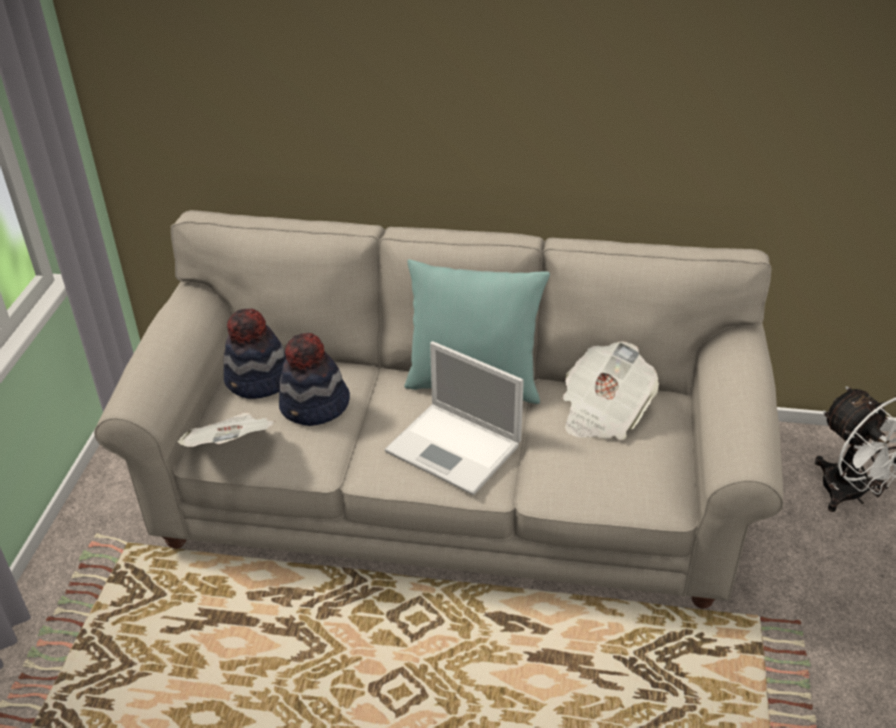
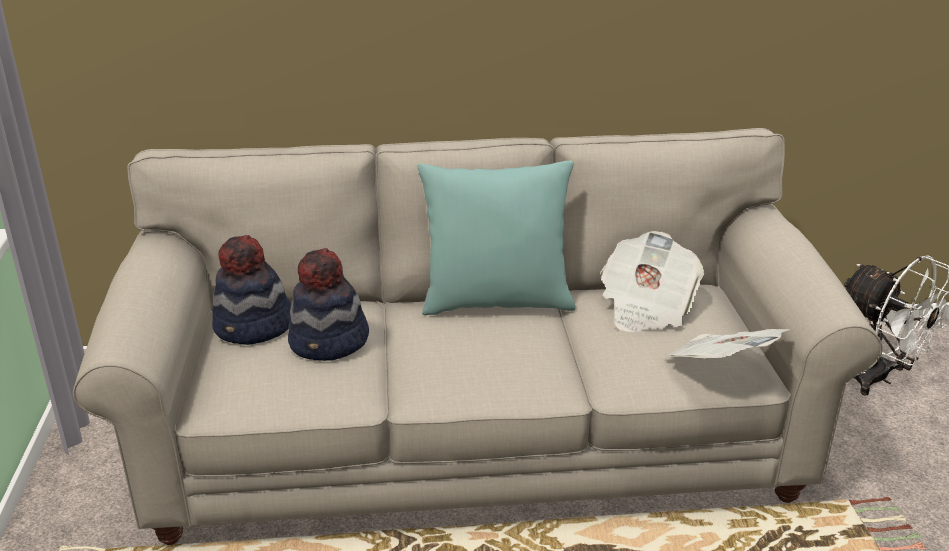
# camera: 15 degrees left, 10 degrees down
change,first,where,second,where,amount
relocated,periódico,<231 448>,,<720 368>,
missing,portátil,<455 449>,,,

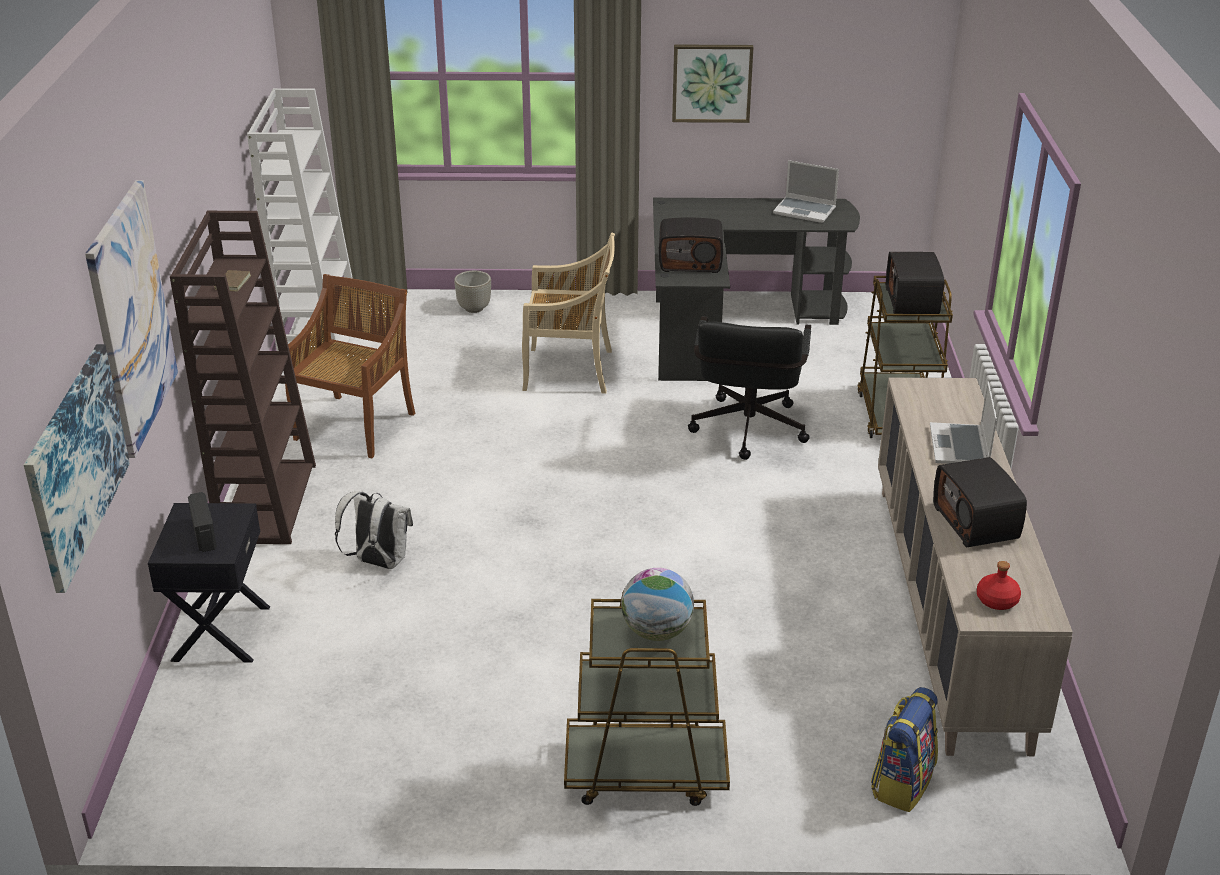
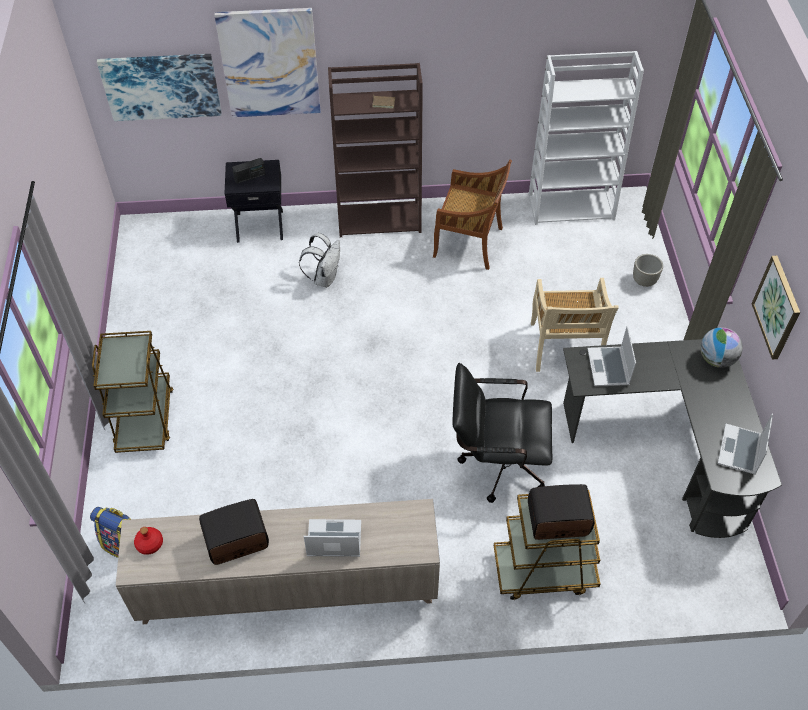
# camera: 85 degrees right, 20 degrees up
change,first,where,second,where,amount
exchanged,radio,<690 262>,portátil,<609 368>,
relocated,globo terráqueo,<657 632>,,<716 359>,

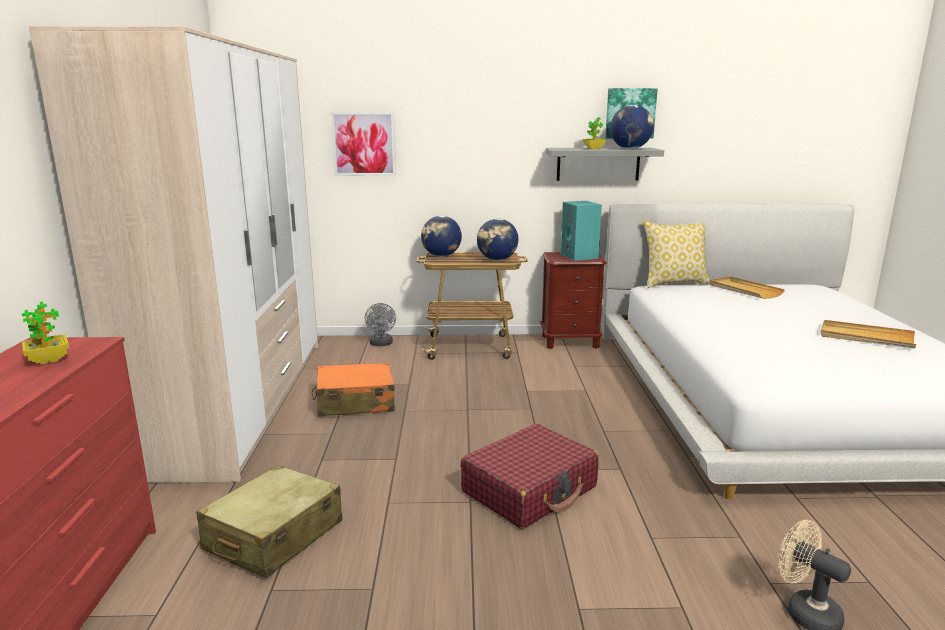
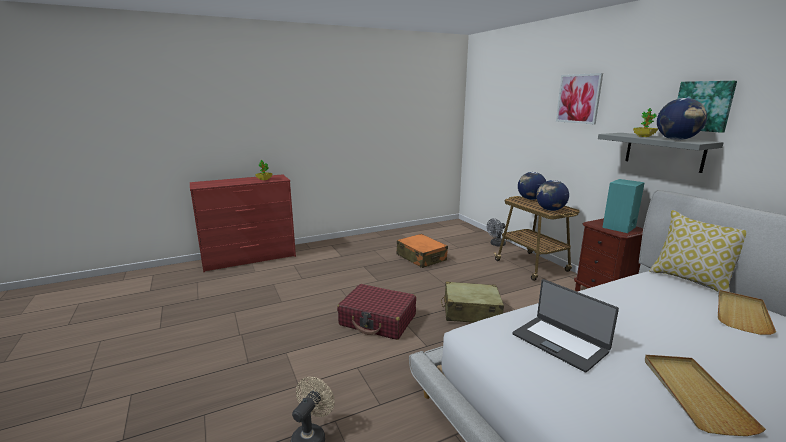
# camera: 65 degrees right, 0 degrees up
change,first,where,second,where,amount
relocated,maleta/beis,<273 536>,,<471 312>,
appeared,,,portátil,<560 342>,
relocated,cuadro,<364 144>,,<578 98>,
missing,armario ropero,<241 400>,,,

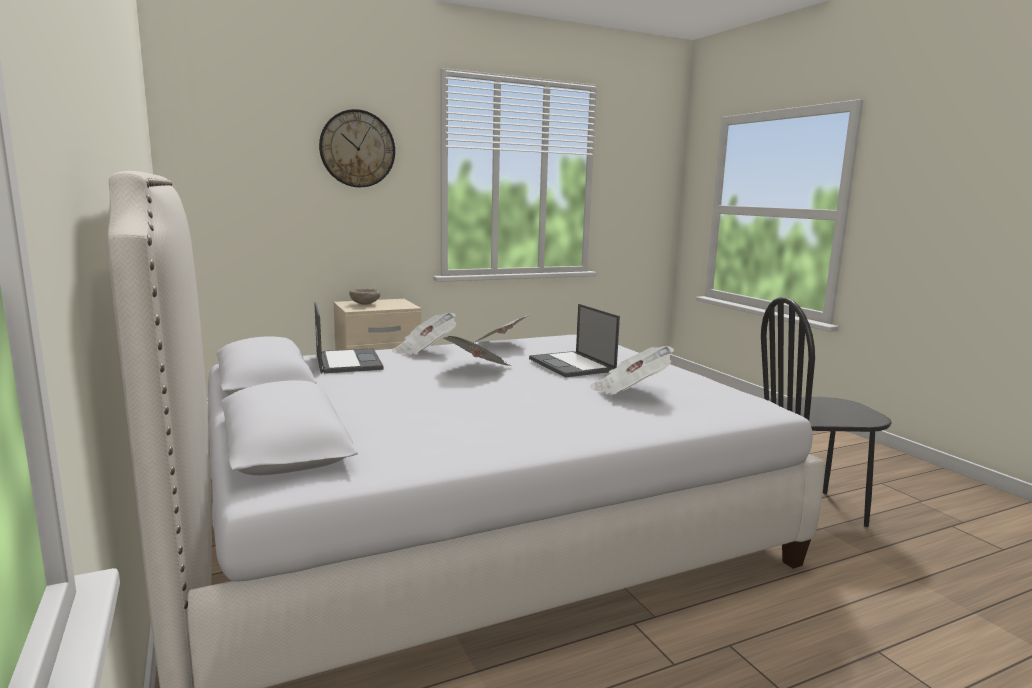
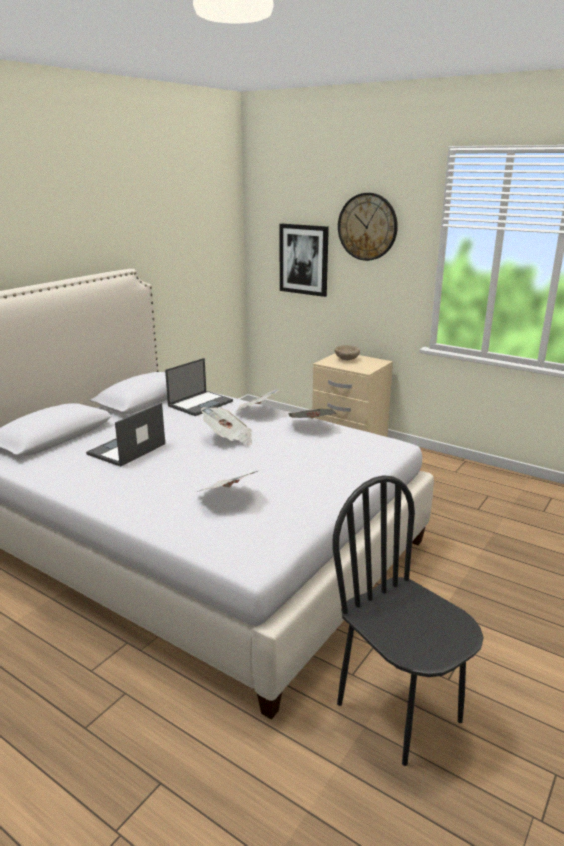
# camera: 60 degrees right, 10 degrees up
change,first,where,second,where,amount
relocated,portátil,<572 365>,,<126 449>,
appeared,,,cuadro,<304 259>,

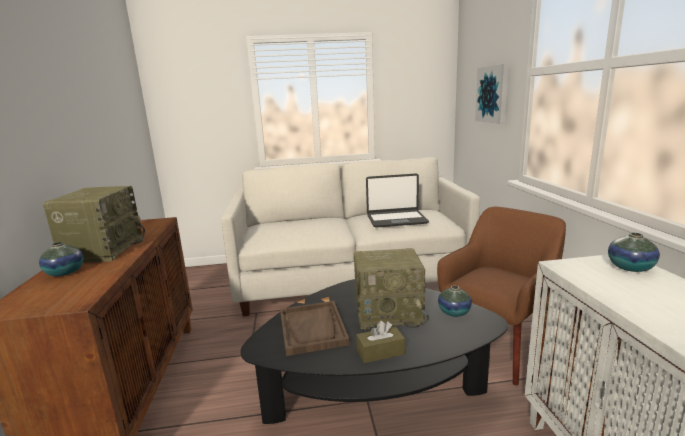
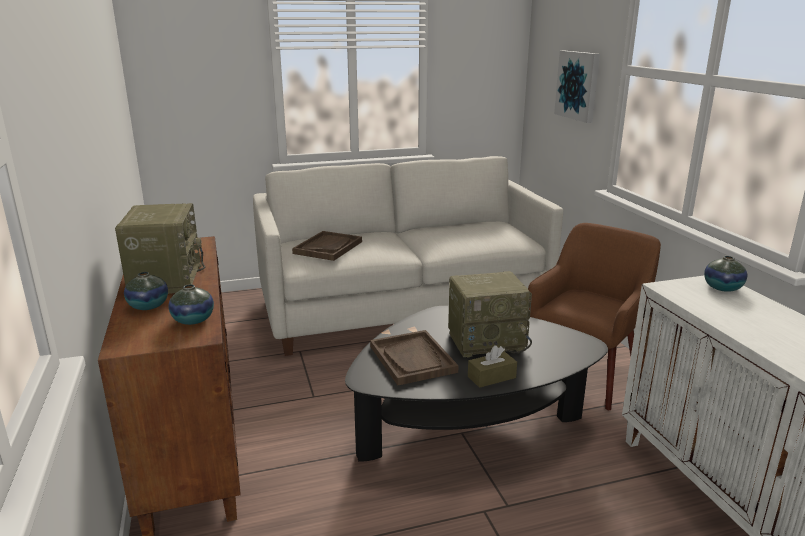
# camera: 10 degrees left, 5 degrees up
change,first,where,second,where,amount
relocated,florero,<454 312>,,<193 320>,
appeared,,,bandeja/marrón,<328 247>,
missing,portátil,<396 219>,,,

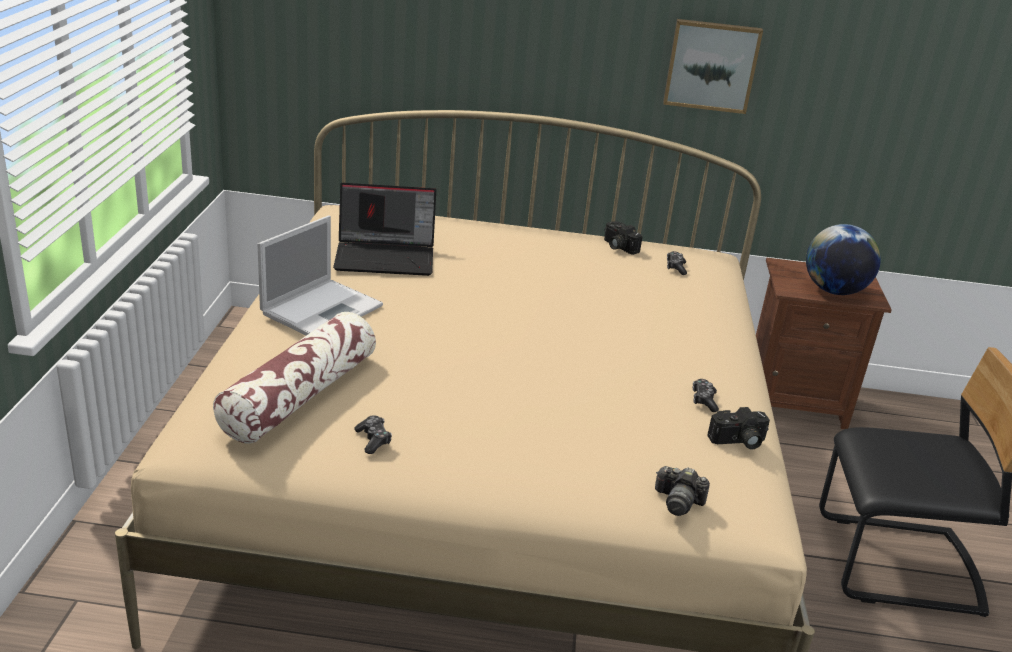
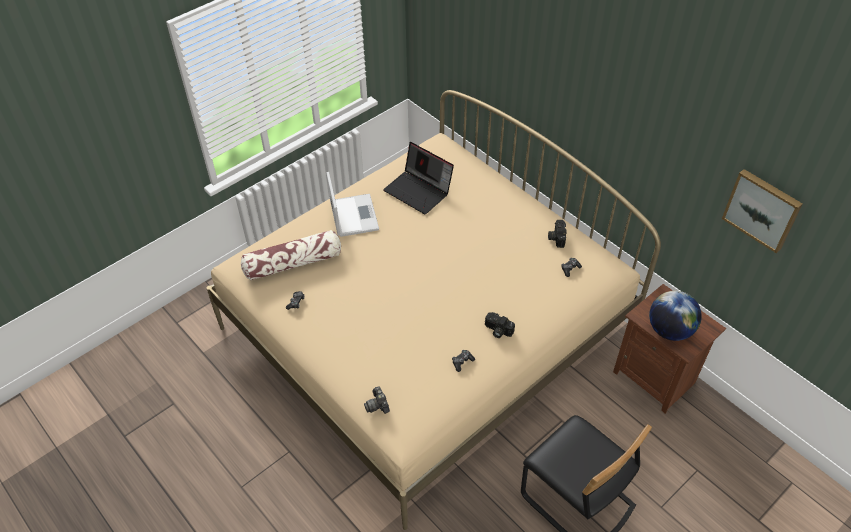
# camera: 45 degrees right, 20 degrees up
change,first,where,second,where,amount
spun,portátil,<323 308>,,<353 215>,90 degrees counterclockwise
relocated,cámara,<738 441>,,<497 330>,
relocated,cuadro,<711 65>,,<762 209>,

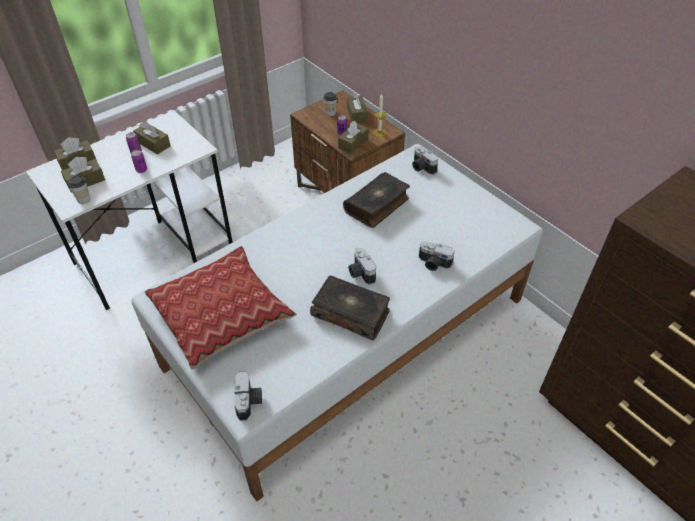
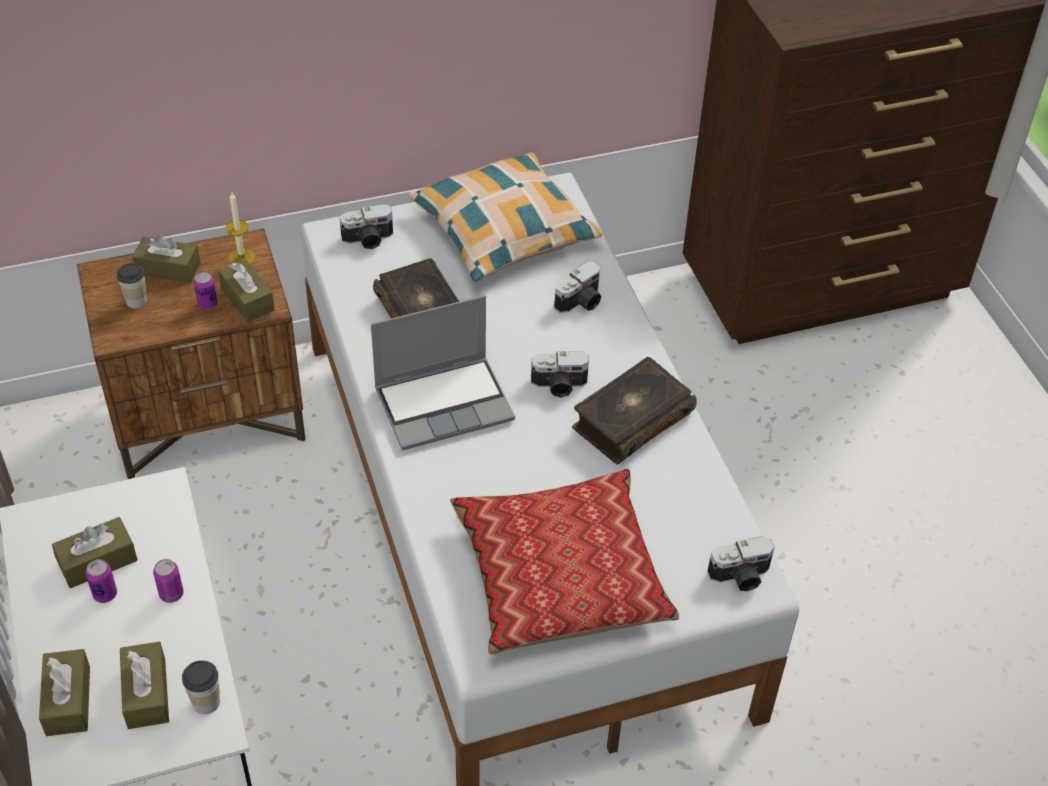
# camera: 70 degrees left, 0 degrees up
change,first,where,second,where,amount
appeared,,,portátil,<445 403>,
appeared,,,cojín,<504 230>,
spun,cámara,<249 401>,,<741 577>,150 degrees clockwise

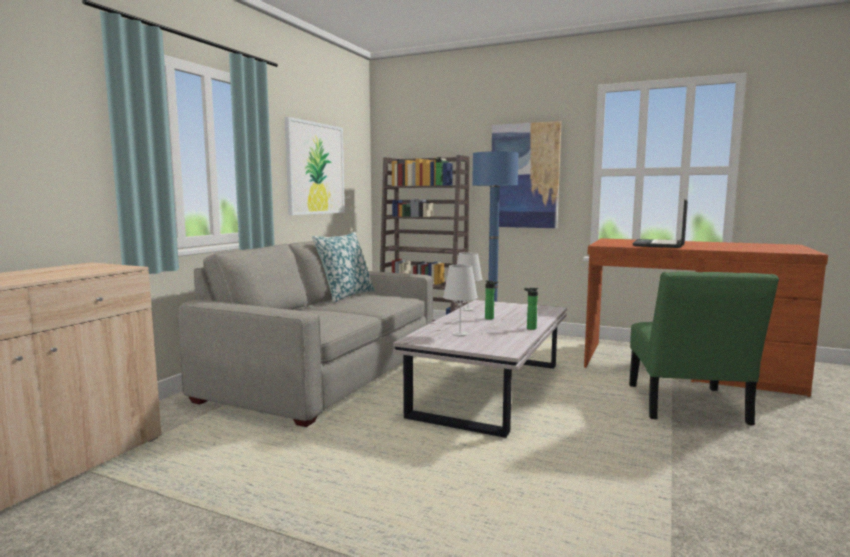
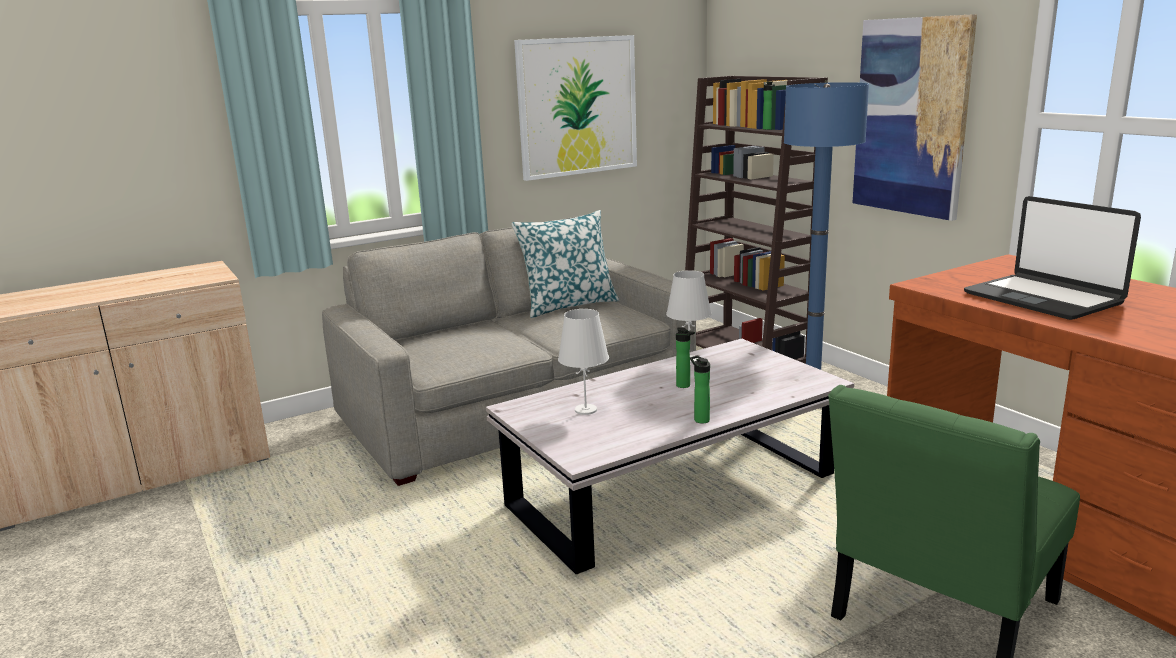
# camera: 35 degrees right, 10 degrees up
change,first,where,second,where,amount
spun,portátil,<660 245>,,<1043 298>,90 degrees counterclockwise

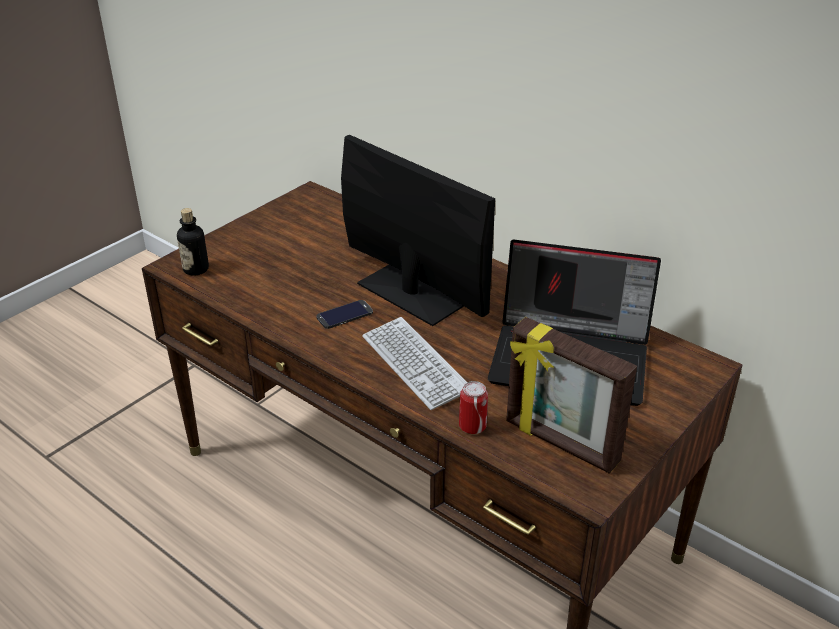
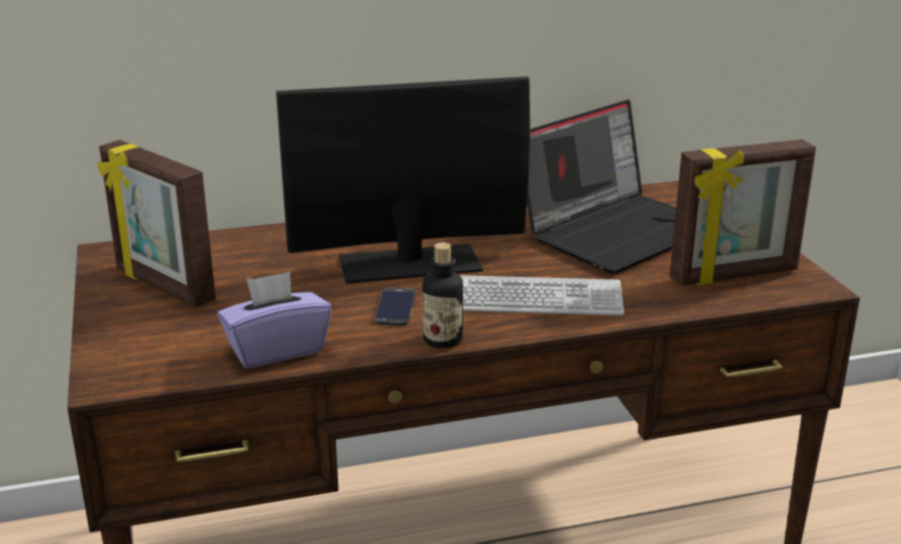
# camera: 55 degrees left, 10 degrees down
change,first,where,second,where,amount
appeared,,,portarretratos,<163 286>,
appeared,,,caja de pañuelos/morado,<276 349>,
relocated,botella,<196 269>,,<442 339>,
missing,lata,<472 426>,,,

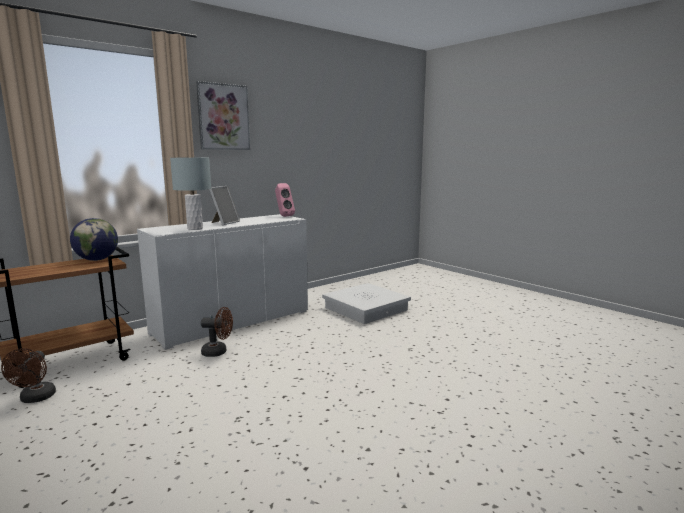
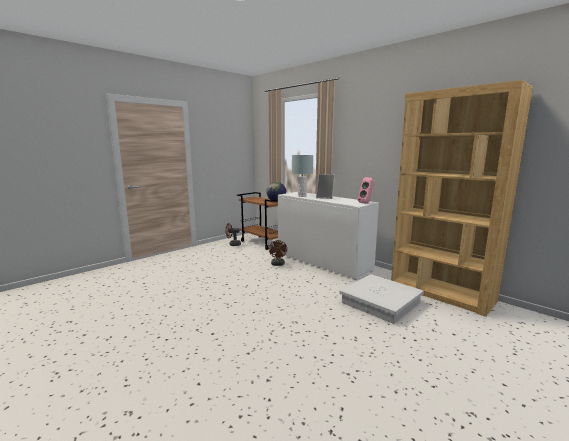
# camera: 85 degrees right, 0 degrees up
change,first,where,second,where,amount
appeared,,,estantería/marrón,<441 293>,
missing,cuadro,<223 117>,,,

